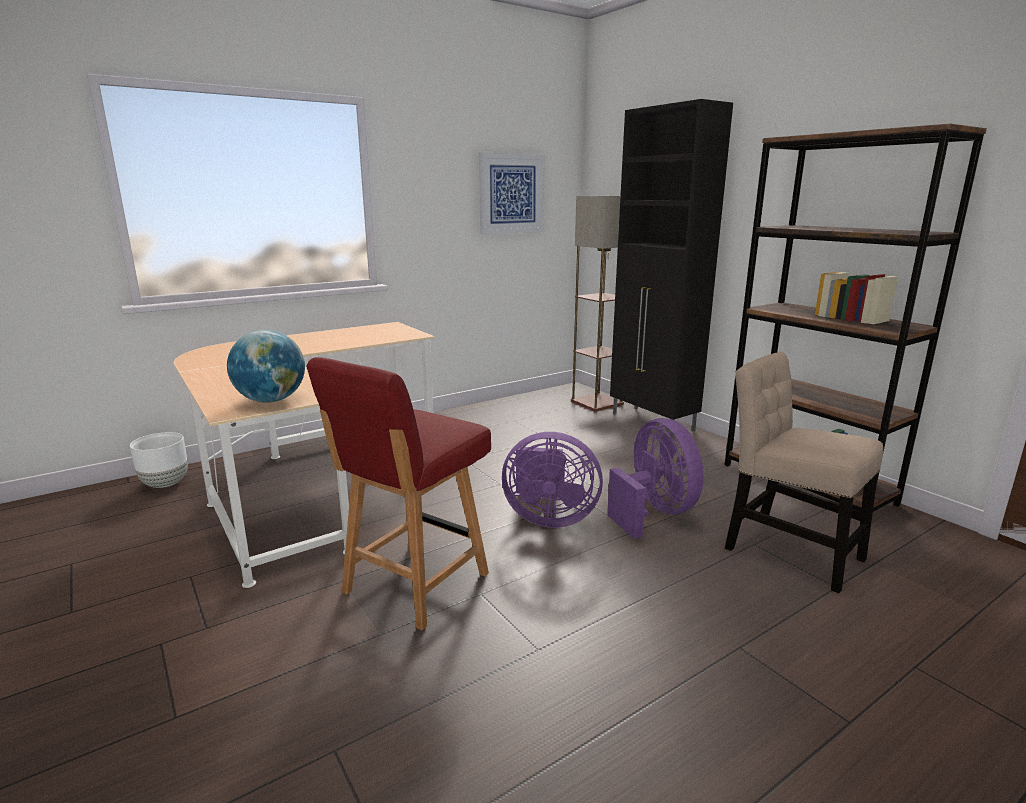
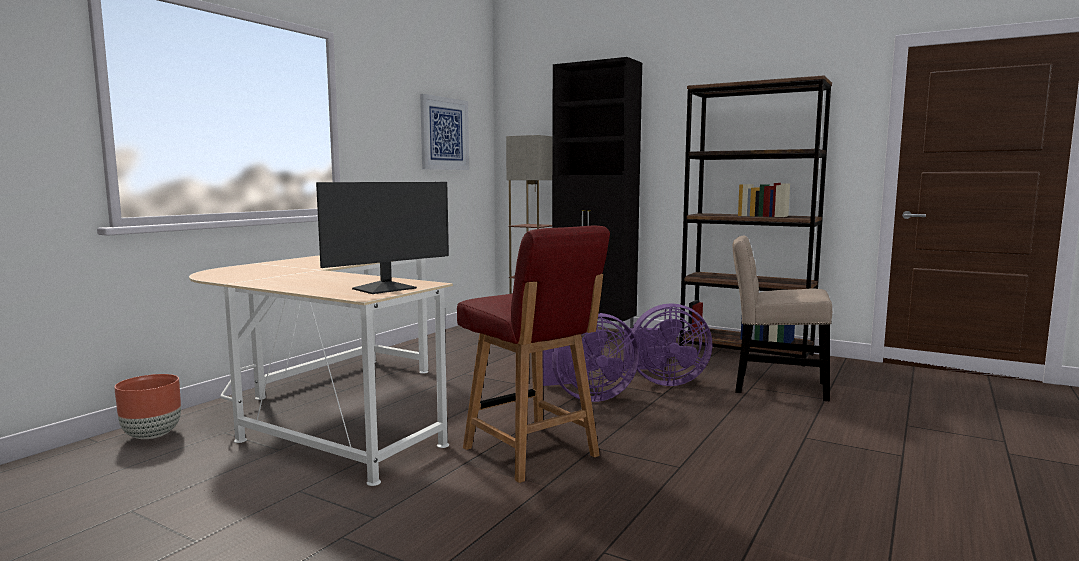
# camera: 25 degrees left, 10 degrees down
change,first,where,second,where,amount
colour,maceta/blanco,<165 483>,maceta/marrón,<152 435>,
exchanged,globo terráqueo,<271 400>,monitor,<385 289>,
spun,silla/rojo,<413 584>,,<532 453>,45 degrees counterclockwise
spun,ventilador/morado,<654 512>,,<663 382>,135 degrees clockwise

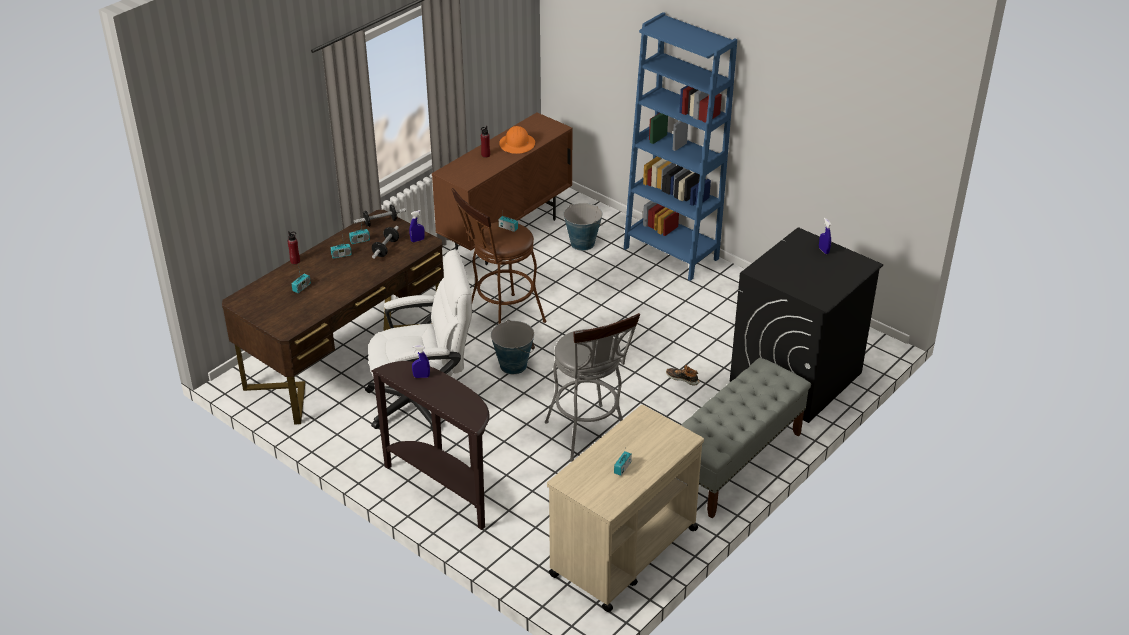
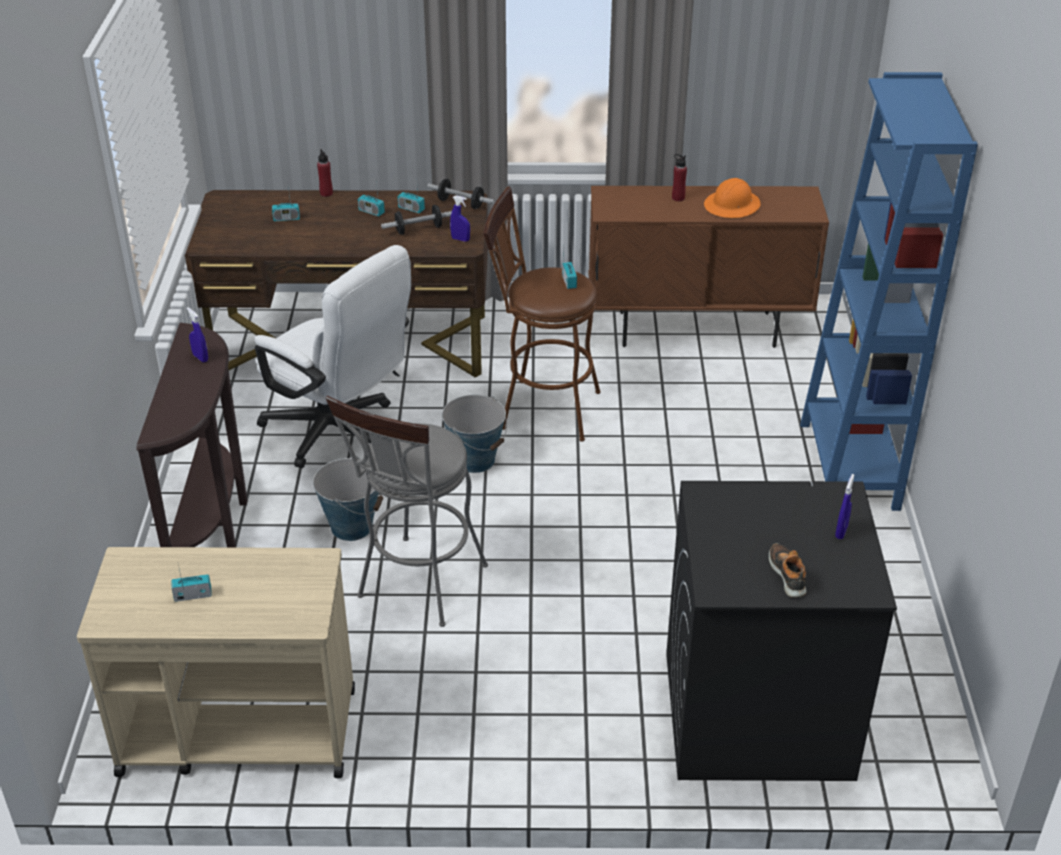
# camera: 50 degrees right, 0 degrees up
change,first,where,second,where,amount
relocated,cubo,<582 243>,,<352 526>,
relocated,zapato,<682 378>,,<788 575>,
missing,banco/gris,<734 462>,,,

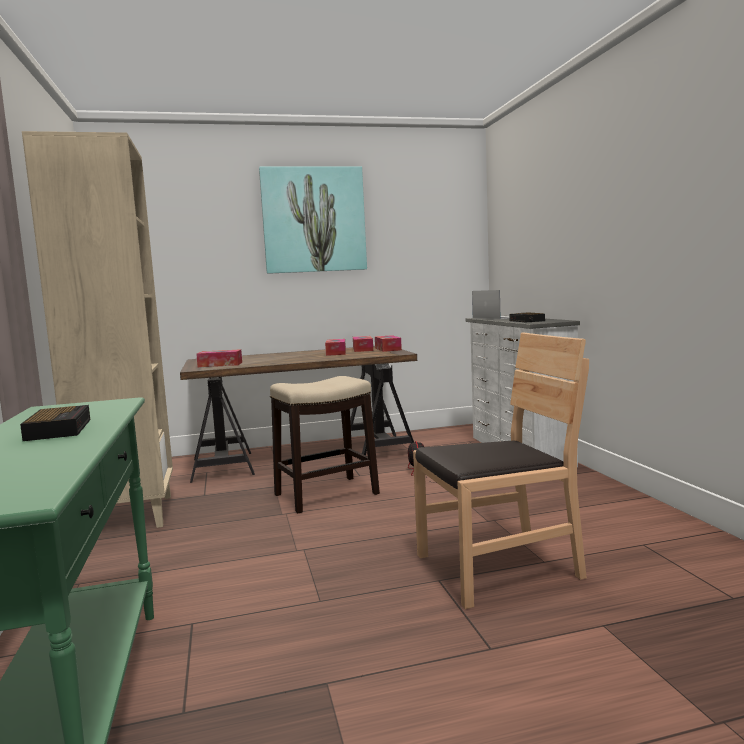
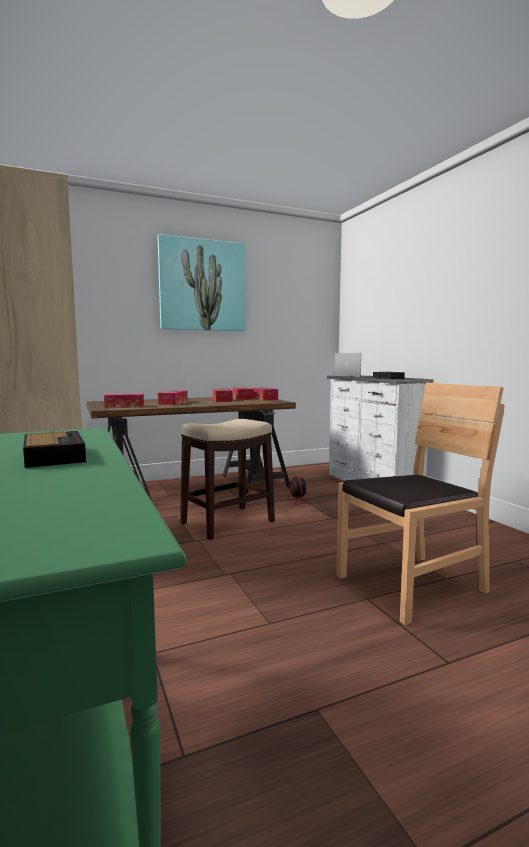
# camera: 10 degrees left, 0 degrees up
change,first,where,second,where,amount
appeared,,,caja de pañuelos,<173 403>,

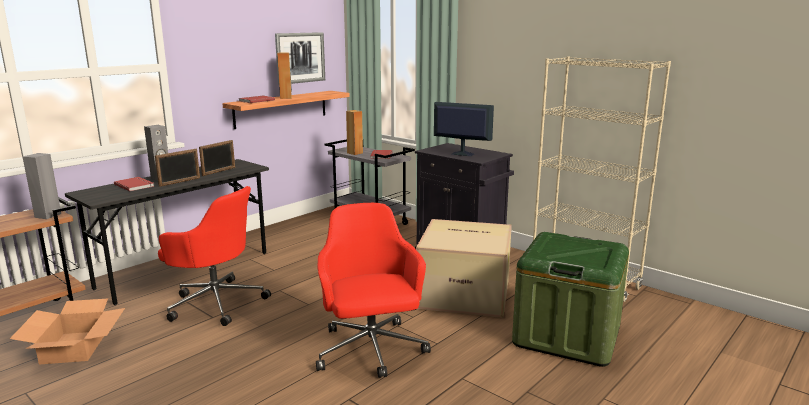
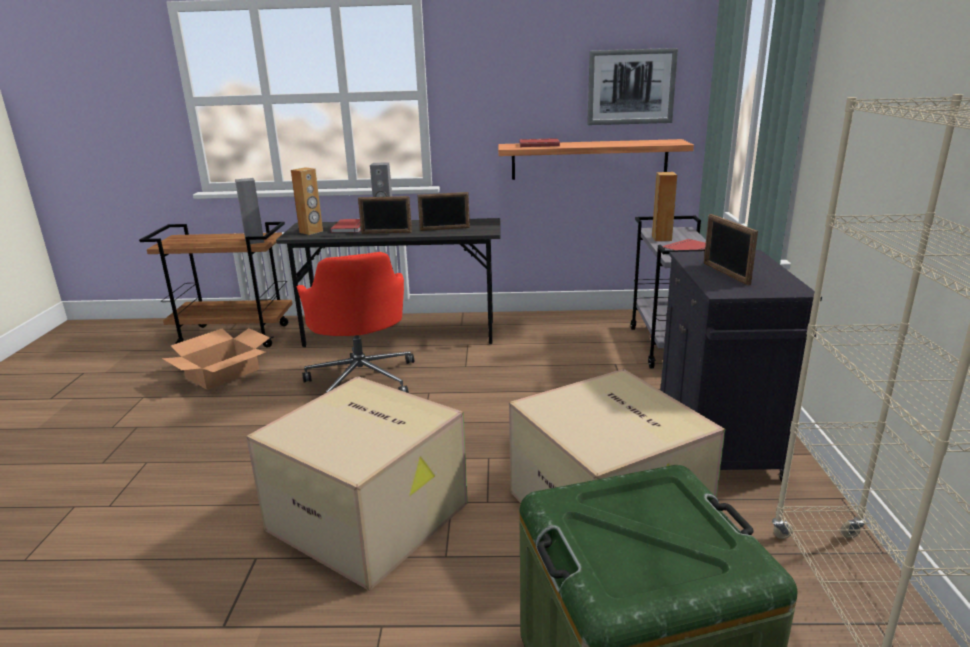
# camera: 50 degrees right, 5 degrees up
change,first,where,second,where,amount
exchanged,silla de oficina/rojo,<371 351>,caja de cartón,<371 516>,
relocated,altavoz/marrón,<286 98>,,<311 232>,
exchanged,monitor,<462 154>,portarretratos,<725 274>,

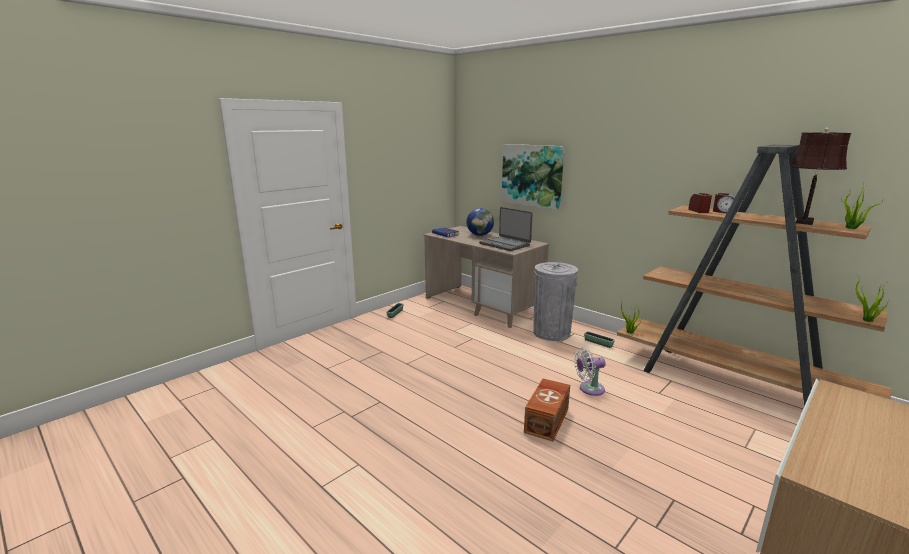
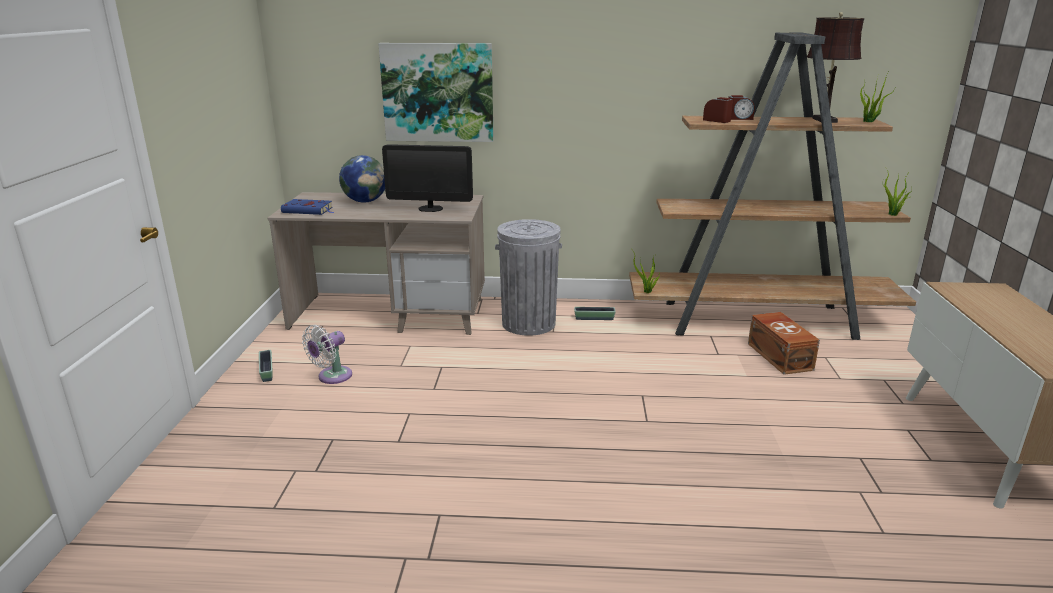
# camera: 40 degrees left, 5 degrees up
change,first,where,second,where,amount
relocated,ventilador/blanco,<589 389>,,<332 377>,
exchanged,portátil,<505 244>,monitor,<430 208>,
relocated,caja de almacenaje/marrón,<547 420>,,<780 356>,

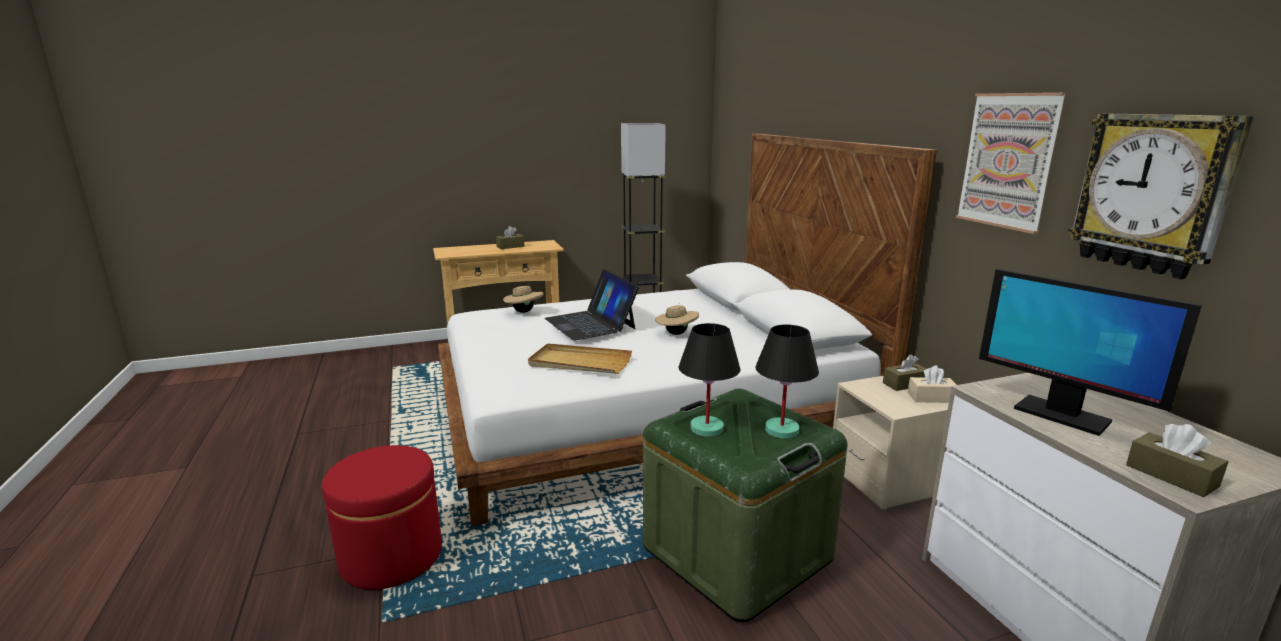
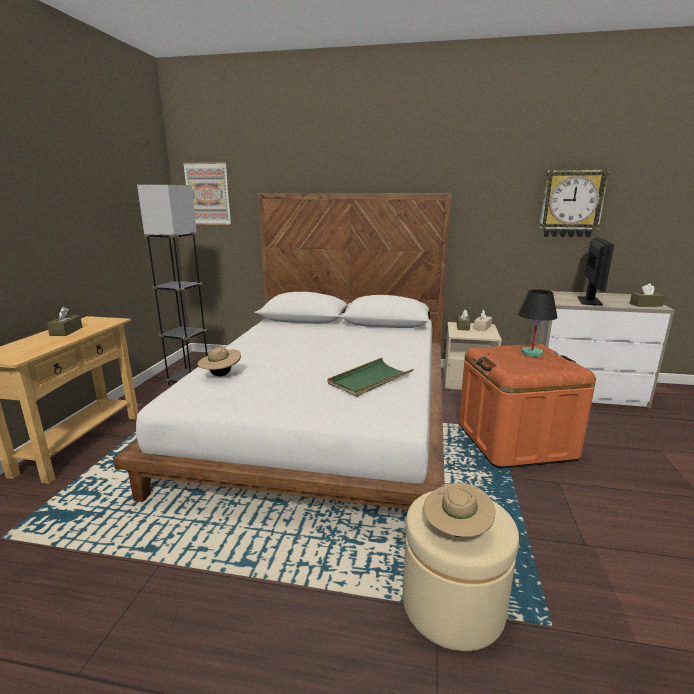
# camera: 60 degrees left, 0 degrees up
change,first,where,second,where,amount
relocated,cuadro,<1008 161>,,<208 194>,
colour,bandeja/beis,<579 363>,bandeja/verde,<370 380>,
colour,puf/rojo,<391 556>,puf/beis,<452 605>,
relocated,sombrero/beis,<676 333>,,<456 531>,
colour,caja de almacenaje/verde,<736 553>,caja de almacenaje/naranja,<515 441>,
spun,monitor,<1060 415>,,<589 301>,60 degrees counterclockwise
missing,portátil,<590 323>,,,
missing,lámpara de mesa/negro,<707 428>,,,

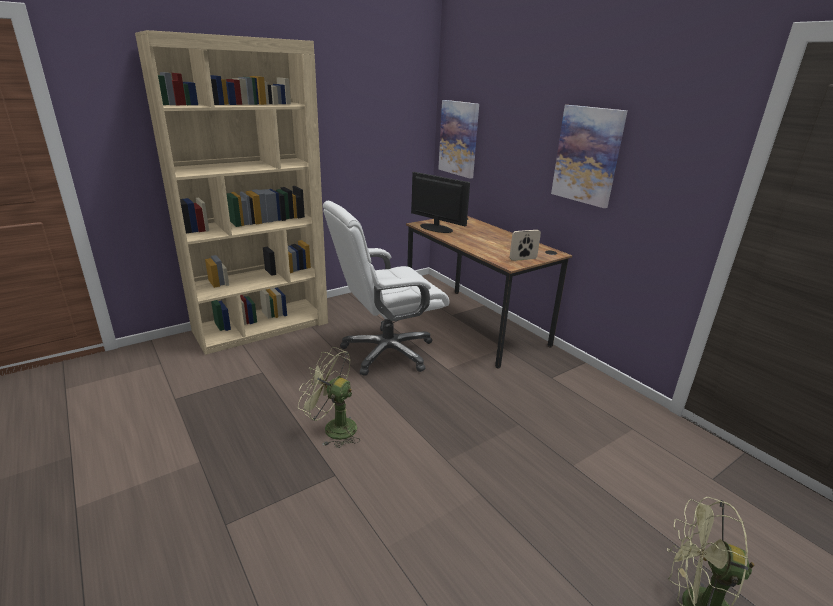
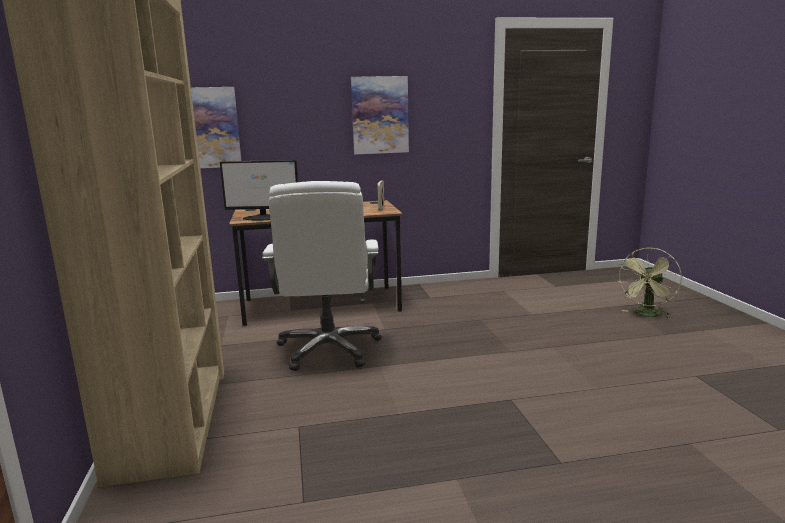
# camera: 65 degrees left, 10 degrees down
change,first,where,second,where,amount
spun,monitor,<436 228>,,<264 218>,150 degrees counterclockwise
missing,ventilador/verde,<333 428>,,,

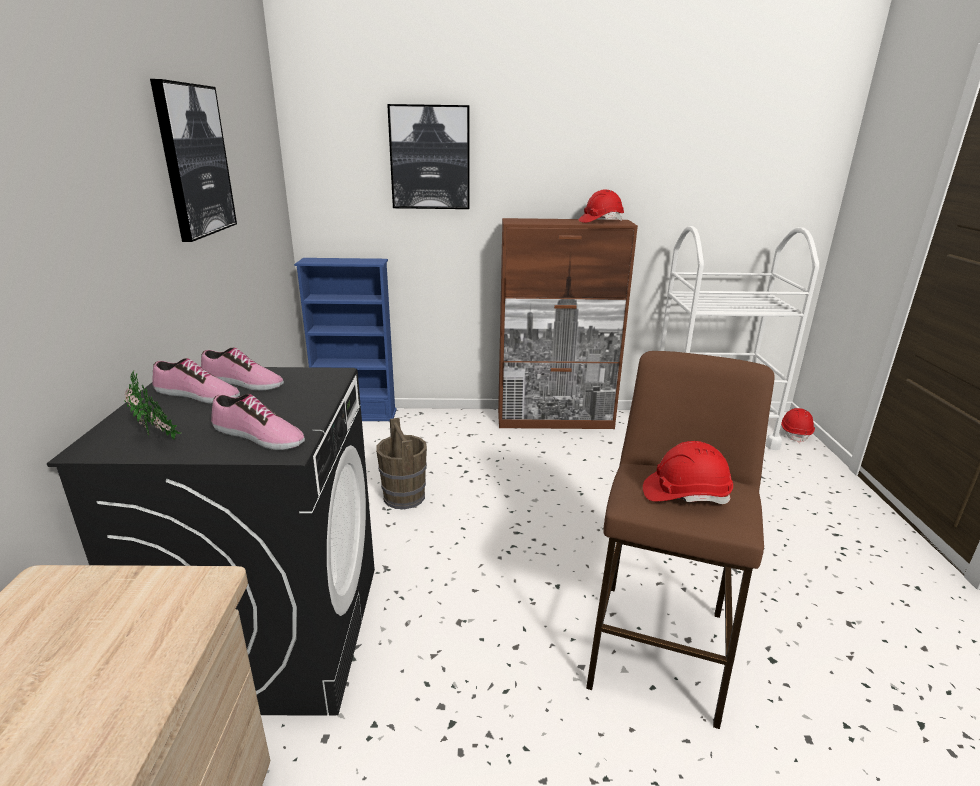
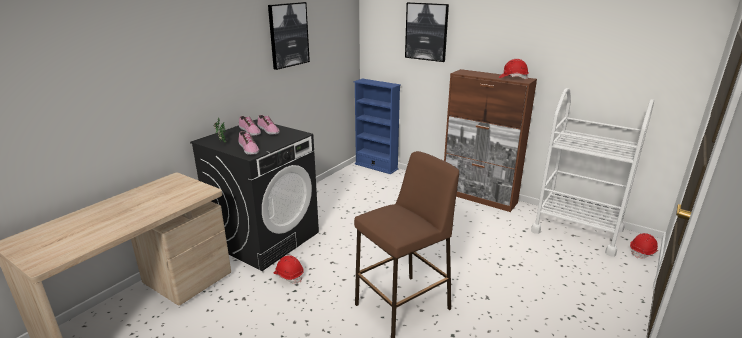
# camera: 35 degrees right, 0 degrees up
change,first,where,second,where,amount
relocated,casco/rojo,<685 494>,,<289 275>,
missing,cubo/marrón,<404 496>,,,

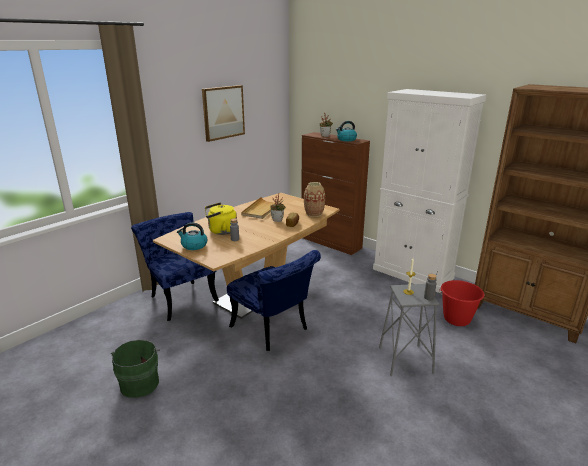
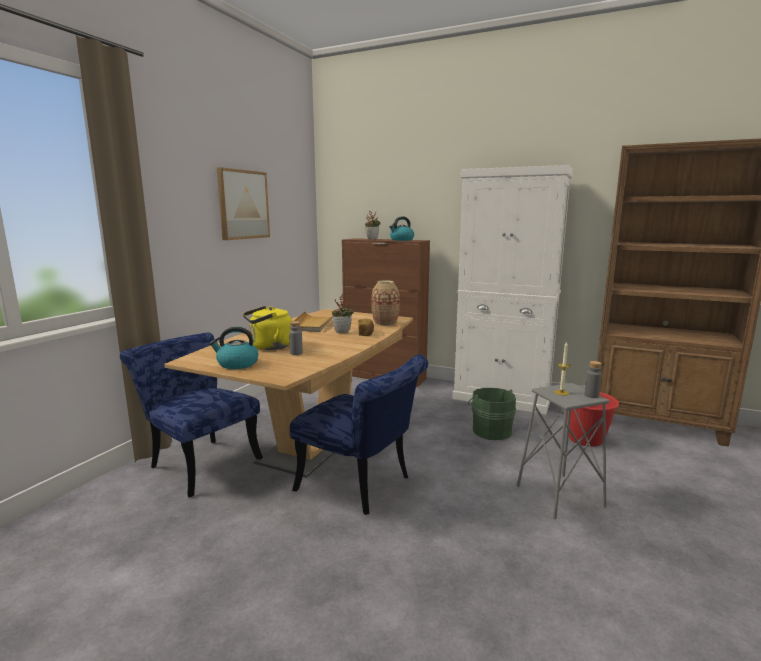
# camera: 15 degrees left, 10 degrees down
change,first,where,second,where,amount
relocated,cubo/verde,<140 382>,,<490 430>,

